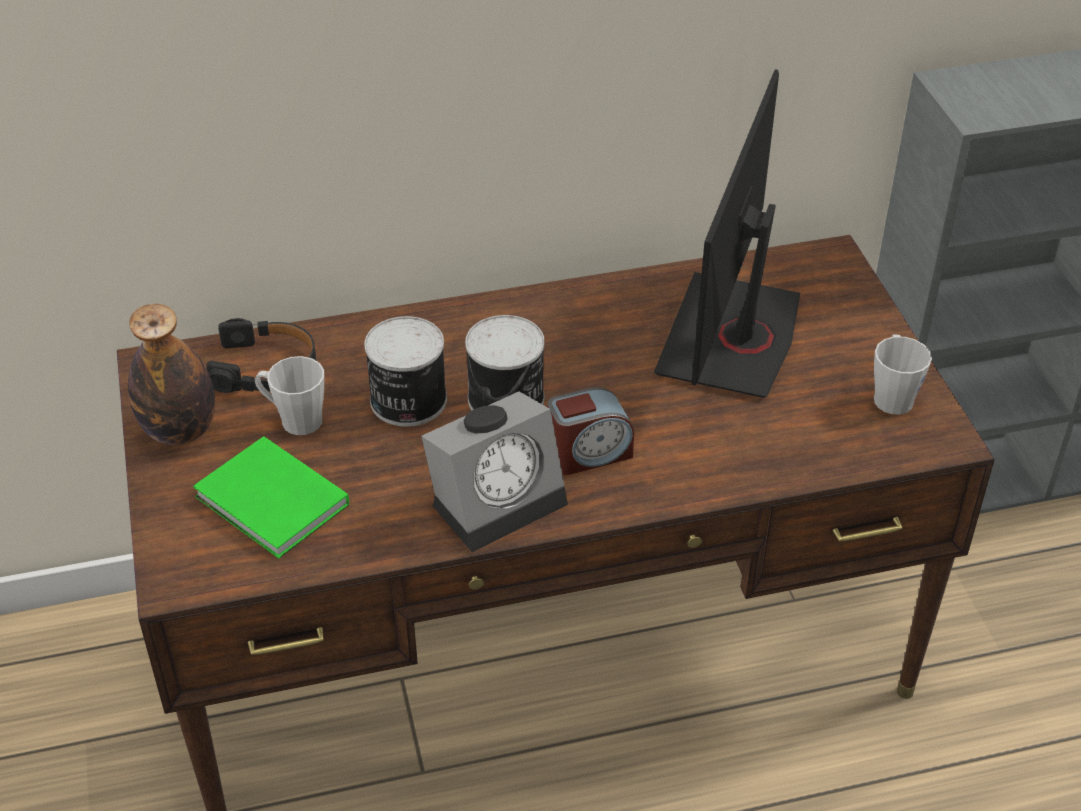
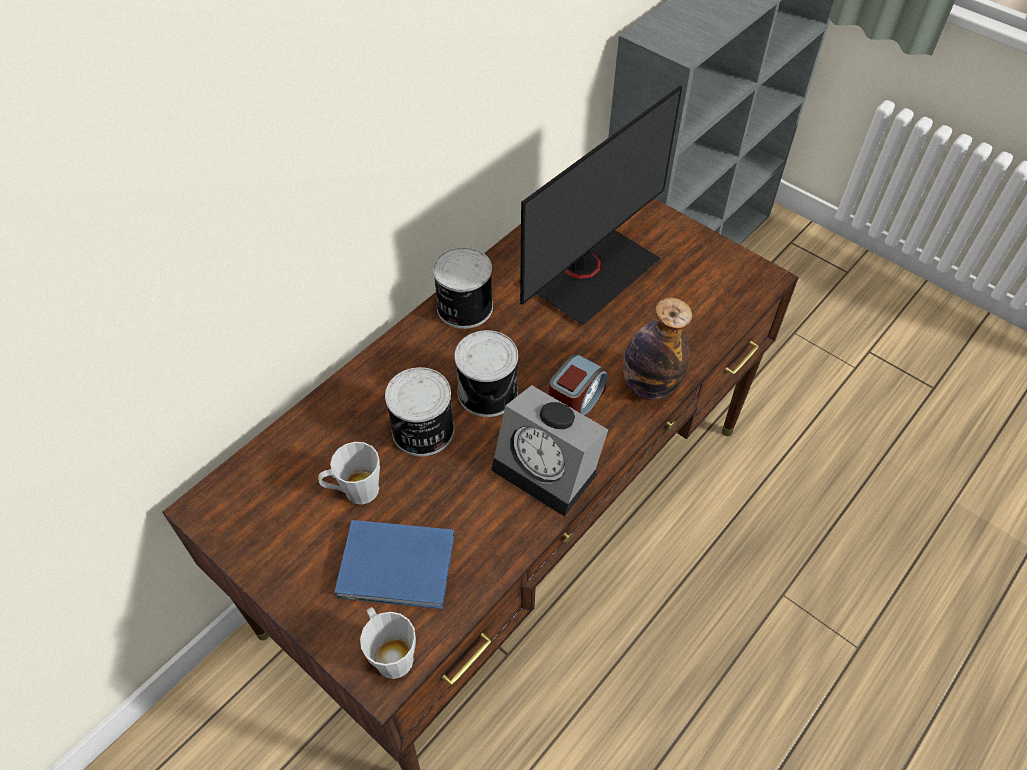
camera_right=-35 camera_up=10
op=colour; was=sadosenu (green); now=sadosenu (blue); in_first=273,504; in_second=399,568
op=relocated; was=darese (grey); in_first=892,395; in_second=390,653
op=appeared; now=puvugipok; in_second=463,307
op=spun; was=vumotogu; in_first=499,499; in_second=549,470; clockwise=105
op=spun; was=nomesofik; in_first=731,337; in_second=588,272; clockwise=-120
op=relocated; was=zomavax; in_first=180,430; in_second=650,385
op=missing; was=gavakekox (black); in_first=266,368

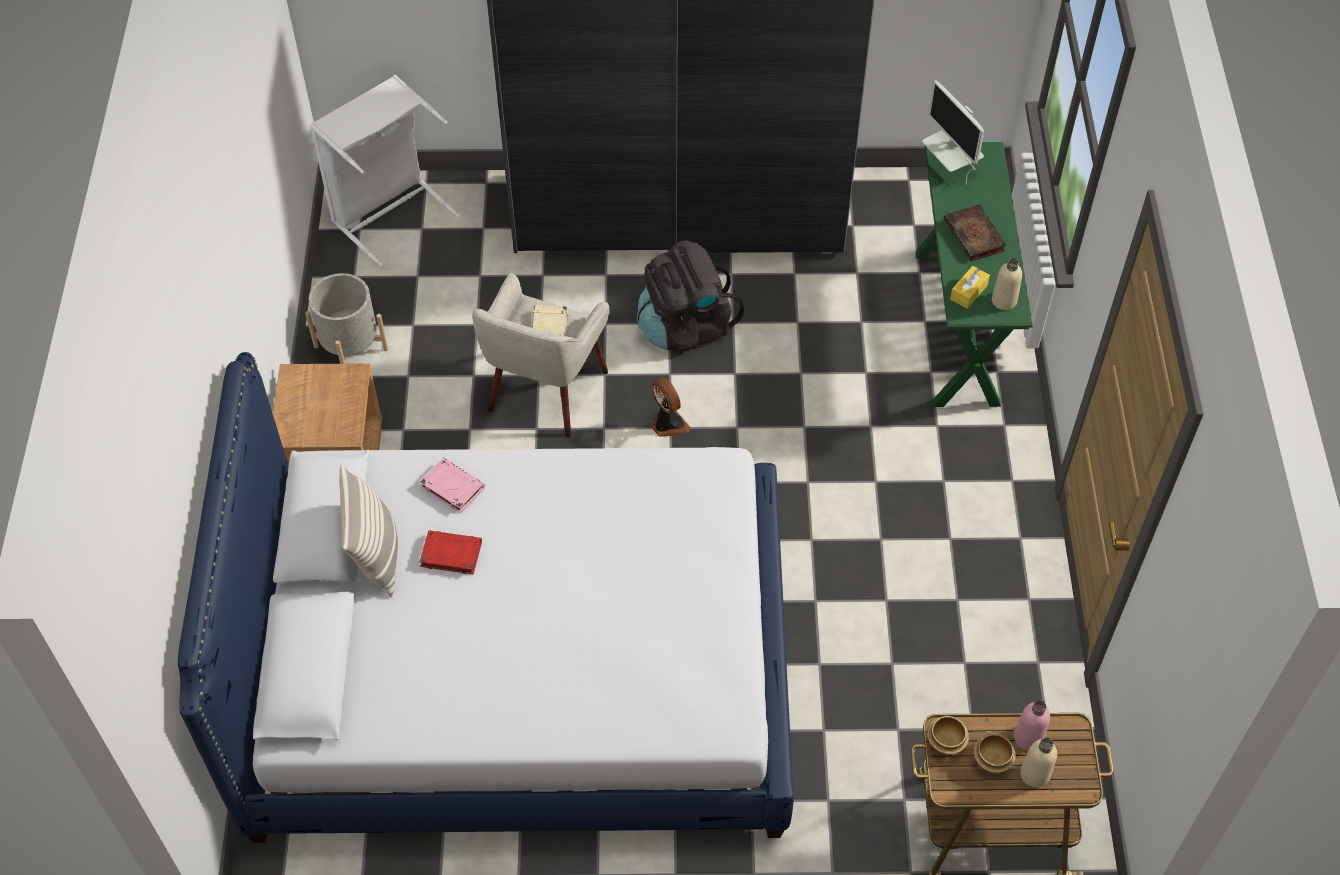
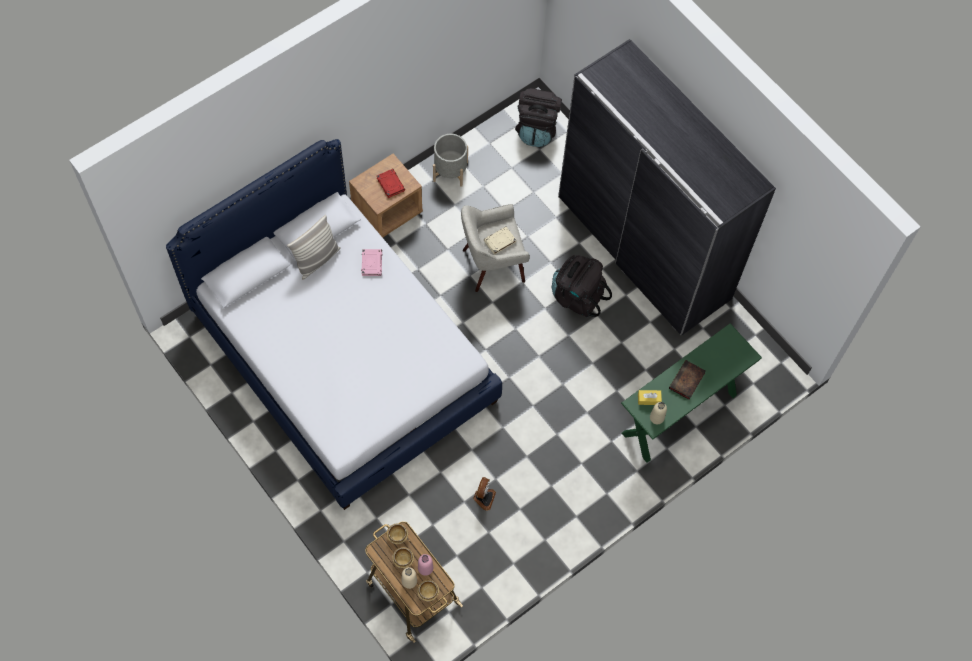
camera_right=50 camera_up=10
op=relocated; was=sadosenu (red); in_first=450,554; in_second=390,184
op=appeared; now=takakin; in_second=428,592
op=relocated; was=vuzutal; in_first=667,424; in_second=483,498
op=exchanged; was=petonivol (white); now=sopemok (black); in_first=388,212; in_second=537,129
op=missing; was=nomesofik; in_first=951,168

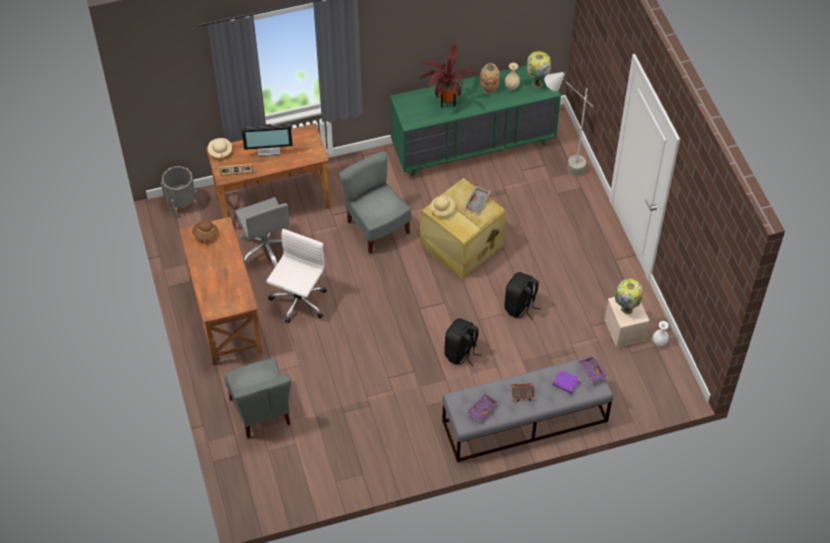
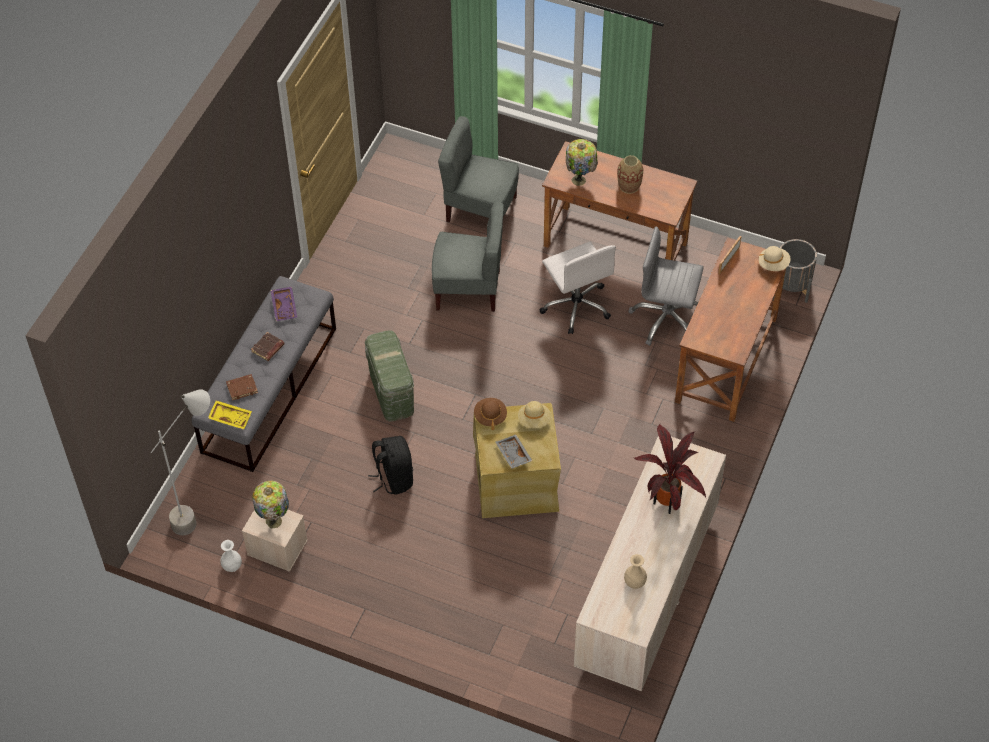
camera_right=130 camera_up=0
op=relocated; was=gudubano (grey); in_first=561,167; in_second=201,512
op=colour; was=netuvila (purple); now=netuvila (yellow); in_first=591,372; in_second=230,417
op=colour; was=sadosenu (purple); now=sadosenu (brown); in_first=565,383; in_second=242,388
op=exchanged; was=sopemok (black); now=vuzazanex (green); in_first=461,353; in_second=391,392
op=relocated; was=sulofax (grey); in_first=377,228; in_second=468,289
op=relocated; was=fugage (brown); in_first=205,234; in_second=490,416
op=relocated; was=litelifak; in_first=537,83; in_second=580,180
op=colour; was=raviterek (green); now=raviterek (beige); in_first=473,146; in_second=646,592
op=relocated; was=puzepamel; in_first=489,87; in_second=629,186
op=missing; was=nomesofik; in_first=269,148

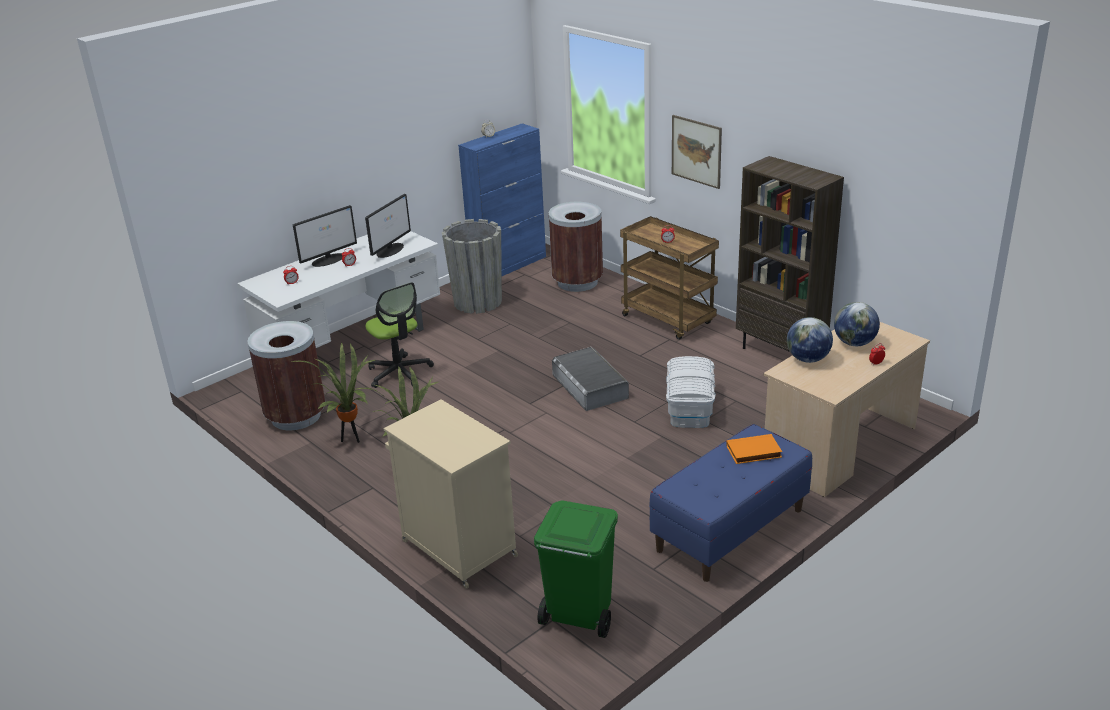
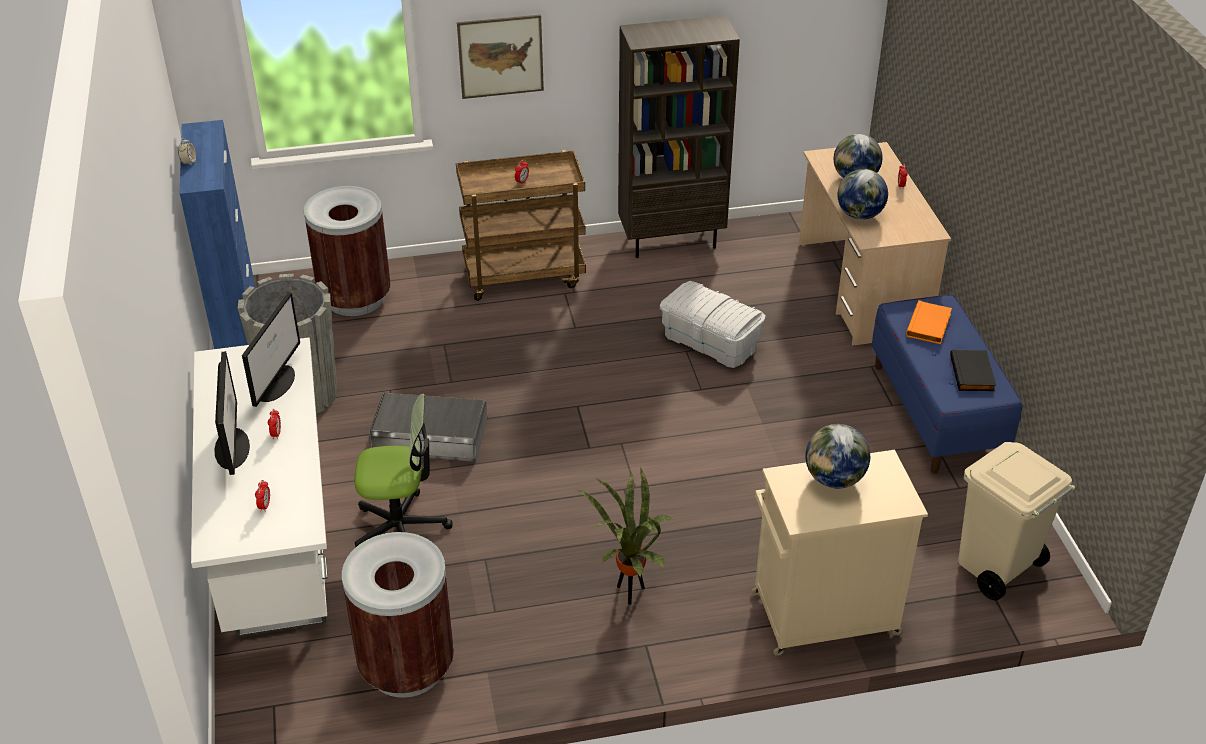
camera_right=-60 camera_up=10
op=spun; was=nomesofik; in_first=390,250; in_second=276,383; clockwise=45
op=relocated; was=vuzazanex (grey); in_first=590,386; in_second=430,436
op=appeared; now=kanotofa; in_second=834,479
op=appeared; now=sadosenu (black); in_second=973,373
op=colour; was=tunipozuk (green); now=tunipozuk (beige); in_first=579,616; in_second=996,568
op=missing; was=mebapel; in_first=350,439

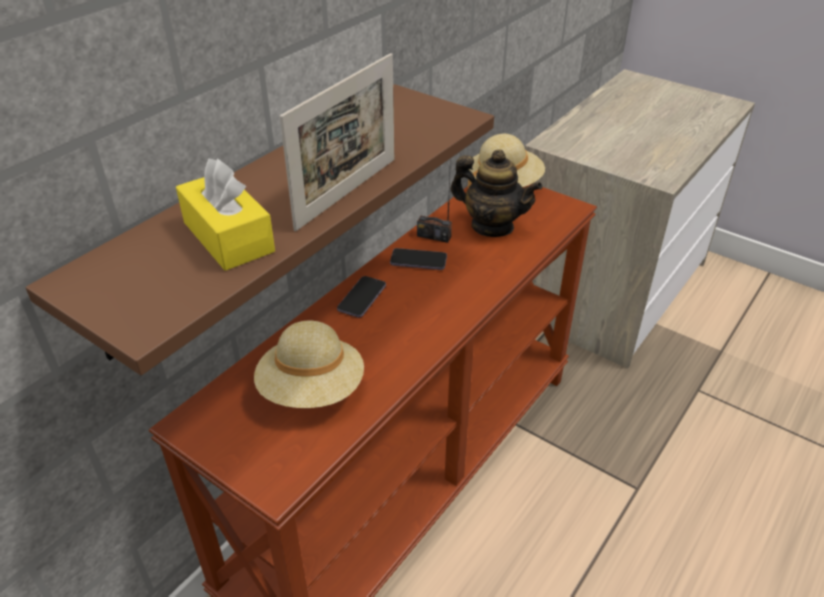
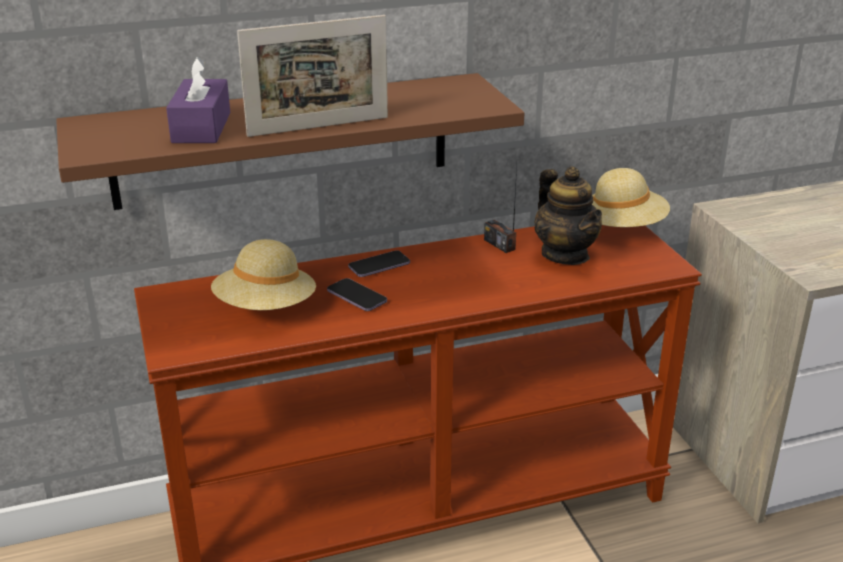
camera_right=35 camera_up=-10
op=colour; was=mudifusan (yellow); now=mudifusan (purple); in_first=228,237; in_second=201,127
op=relocated; was=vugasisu; in_first=418,261; in_second=357,297

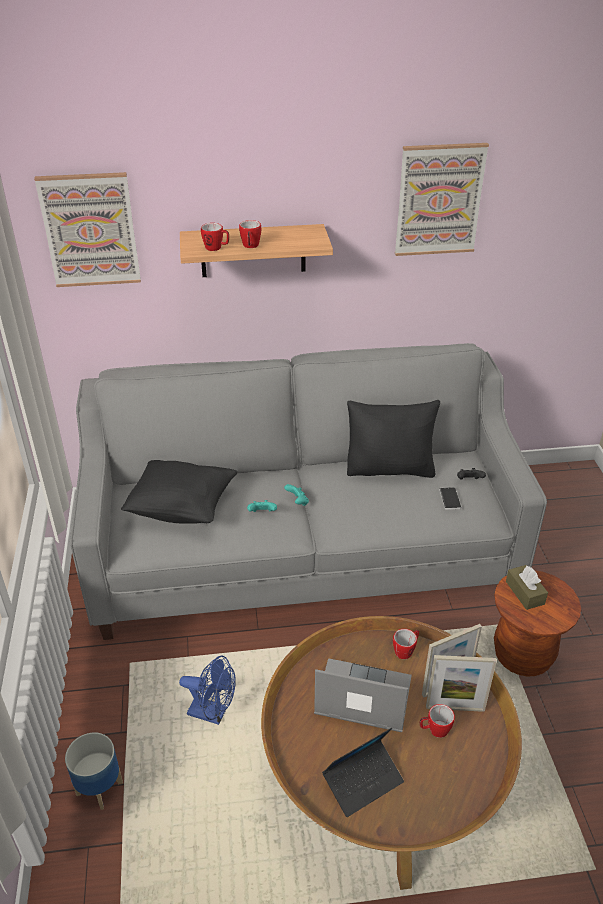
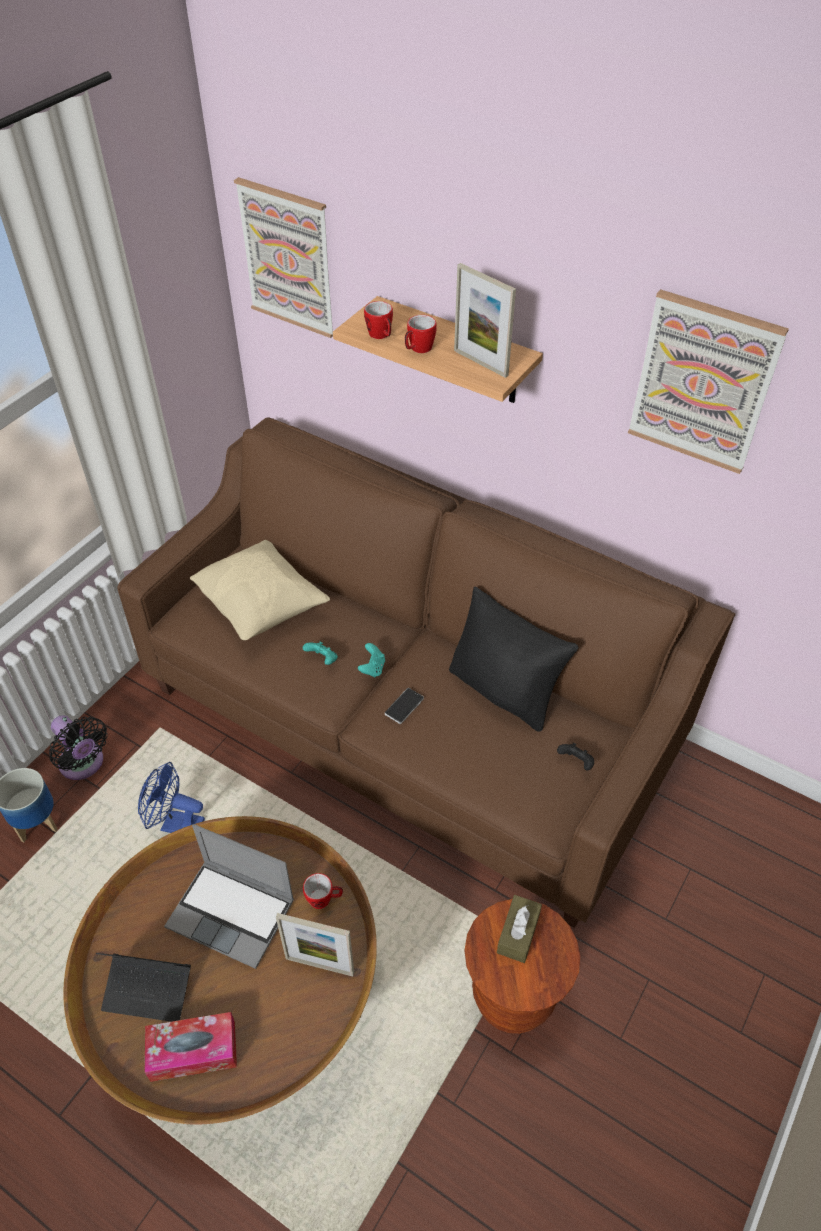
camera_right=40 camera_up=10
op=appeared; now=vuzutal (black); in_second=84,764
op=colour; was=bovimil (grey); now=bovimil (brown); in_first=301,551; in_second=411,719
op=spun; was=vuzutal (blue); in_first=213,713; in_second=176,825; clockwise=135
op=appeared; now=mudifusan; in_second=193,1051
op=spun; was=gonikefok; in_first=361,698; in_second=233,913; clockwise=150
op=colour; was=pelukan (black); now=pelukan (beige); in_first=182,508; in_second=261,607
op=relocated; was=vugasisu; in_first=450,499; in_second=404,706
op=relocated; was=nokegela; in_first=455,708; in_second=480,363
op=missing; was=darese; in_first=434,730

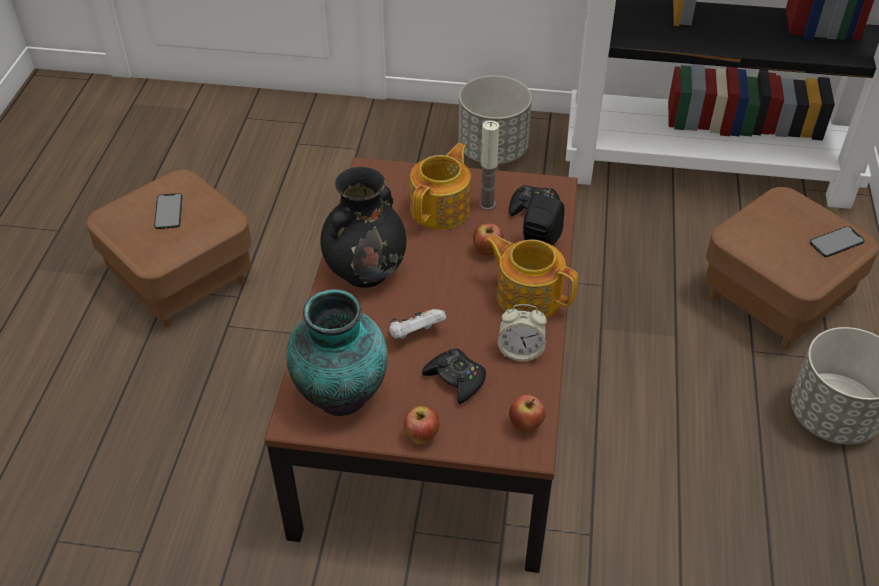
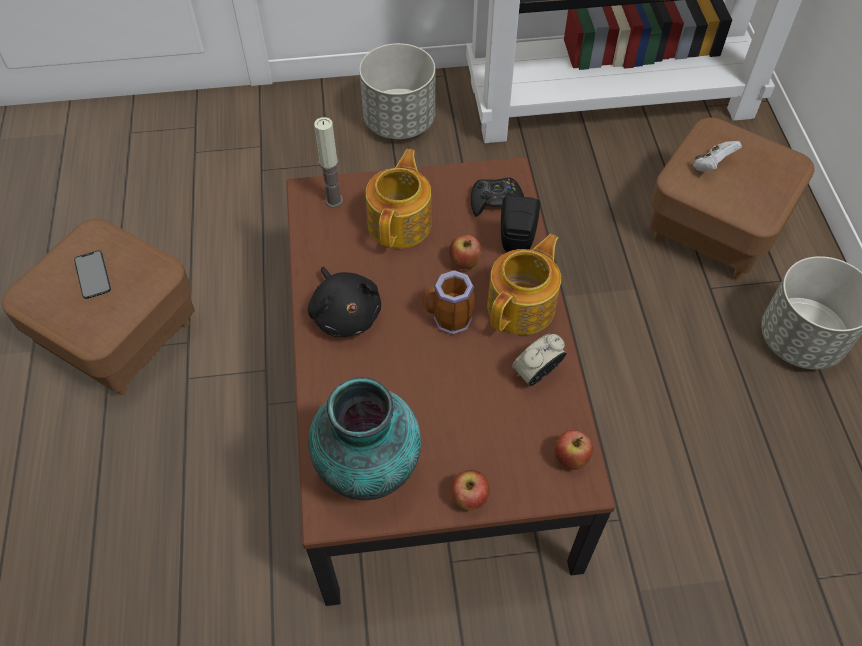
camera_right=-15 camera_up=10
op=exchanged; was=puzepamel (black); now=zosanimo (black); in_first=366,270; in_second=345,313
op=relocated; was=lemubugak; in_first=487,204; in_second=334,200
op=appeared; now=darese; in_second=448,321
op=spun; was=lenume; in_first=528,295; in_second=523,306; clockwise=105
op=spun; was=vumotogu; in_first=520,351; in_second=536,373; clockwise=150
op=relocated; was=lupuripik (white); in_first=415,334; in_second=712,166
op=missing; was=lupuripik (black); in_first=456,379
op=missing; was=vugasisu; in_first=836,242

